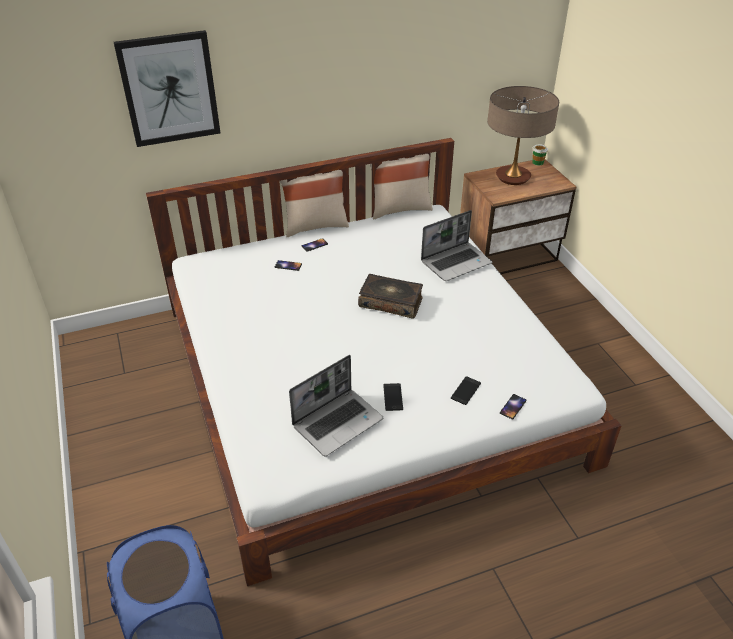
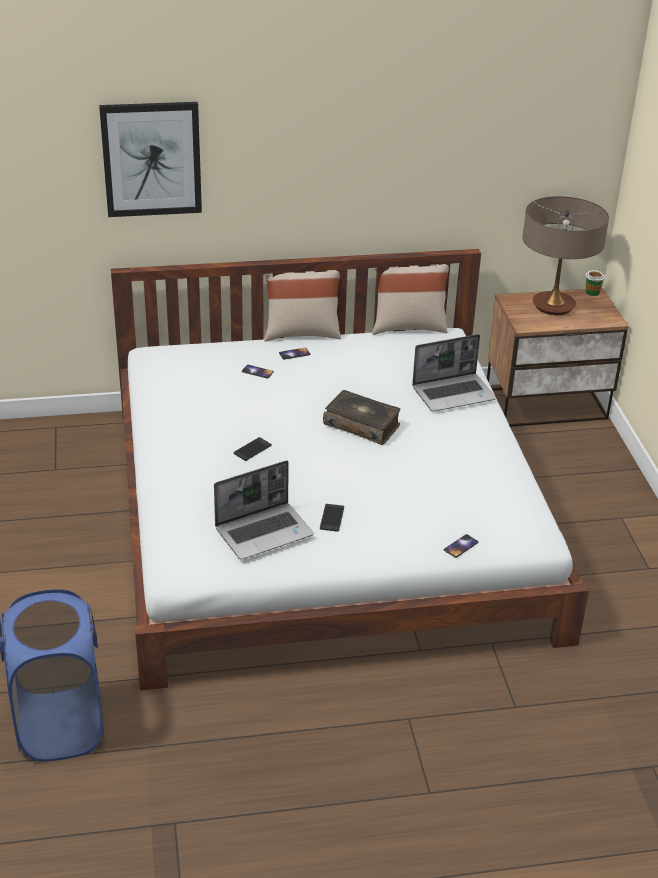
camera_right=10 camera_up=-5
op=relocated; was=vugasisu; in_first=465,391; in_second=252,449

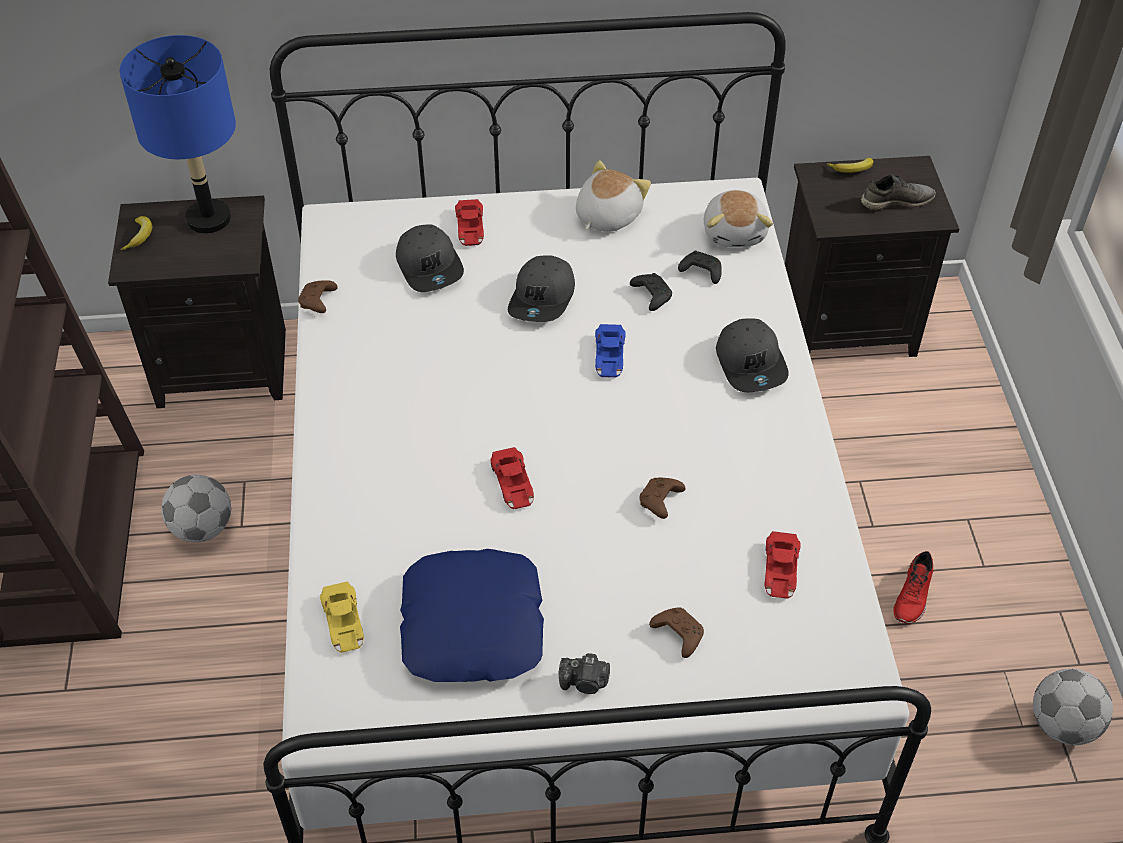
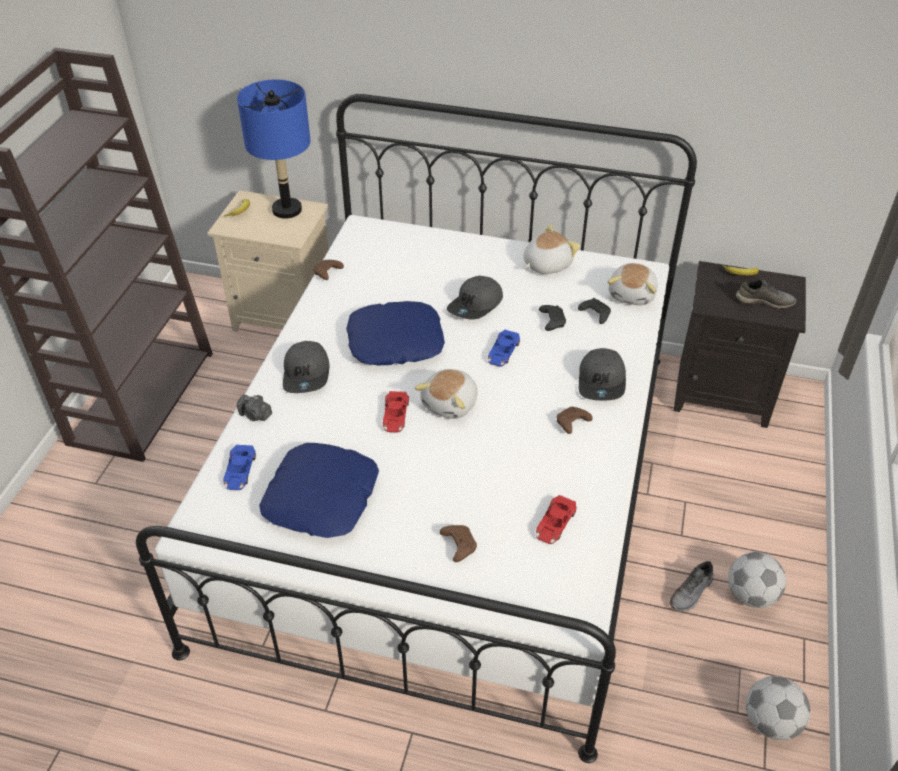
camera_right=20 camera_up=-5
op=colour; was=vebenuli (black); now=vebenuli (beige); in_first=225,366; in_second=286,316
op=colour; was=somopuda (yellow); now=somopuda (blue); in_first=343,622; in_second=239,471
op=relocated; was=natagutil; in_first=585,682; in_second=255,415
op=relocated; was=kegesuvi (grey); in_first=430,266; in_second=307,374
op=appeared; now=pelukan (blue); in_second=395,341
op=appeared; now=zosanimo; in_second=451,404
op=relocated; was=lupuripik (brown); in_first=660,502; in_second=571,424
op=colour; was=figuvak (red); now=figuvak (grey); in_first=913,596; in_second=691,592
op=relocated; was=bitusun; in_first=203,528; in_second=751,595
op=missing; was=somopuda (red); in_first=470,228

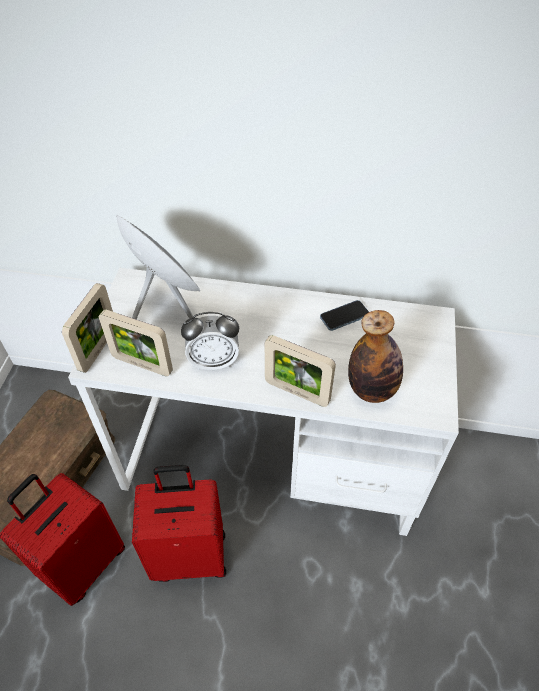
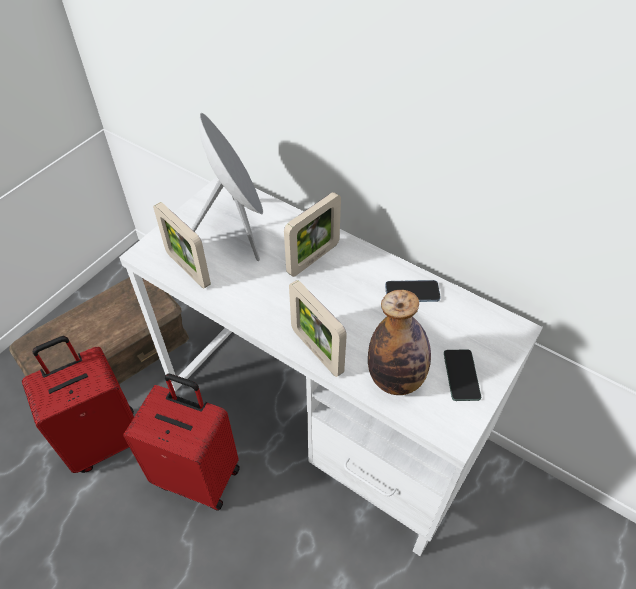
camera_right=25 camera_up=0
op=relocated; was=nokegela; in_first=98,349; in_second=313,258
op=appeared; now=vugasisu; in_second=461,375
op=missing; was=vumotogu; in_first=214,361

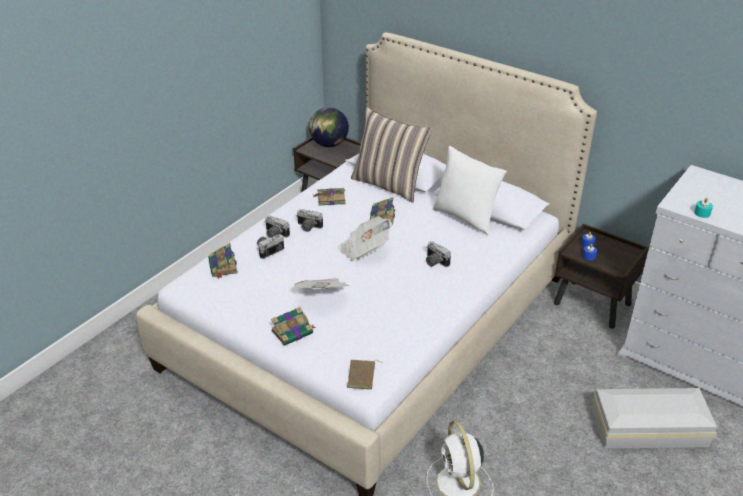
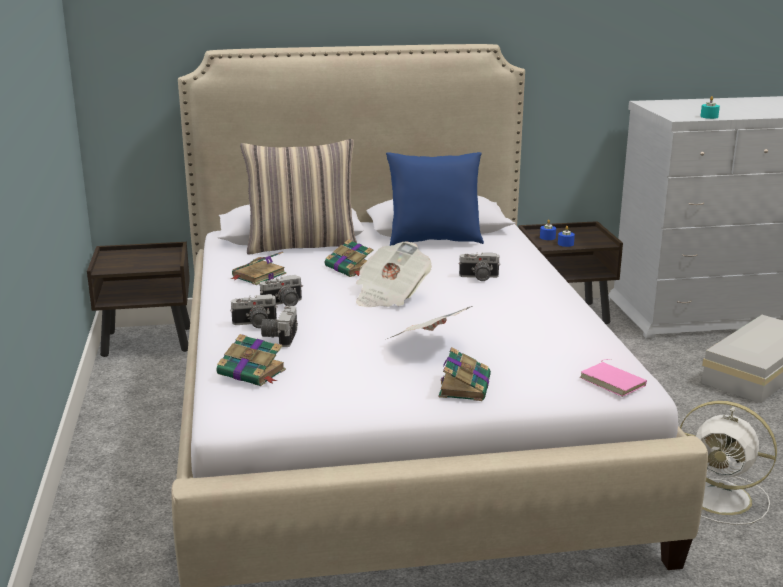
camera_right=-45 camera_up=-15
op=colour; was=pelukan (white); now=pelukan (blue); in_first=465,217; in_second=434,241
op=colour; was=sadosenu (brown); now=sadosenu (pink); in_first=362,376; in_second=614,382
op=missing; was=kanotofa; in_first=329,144

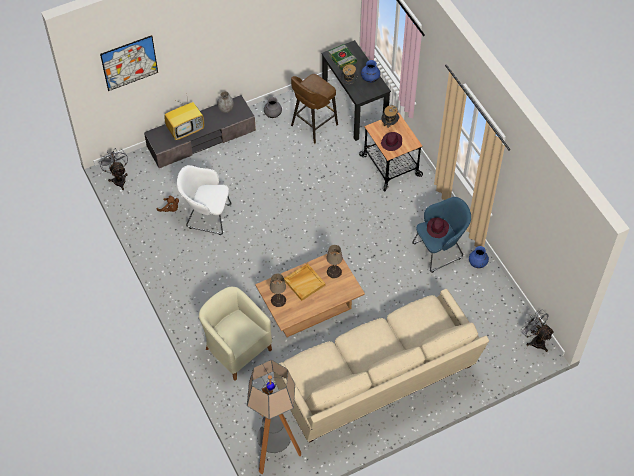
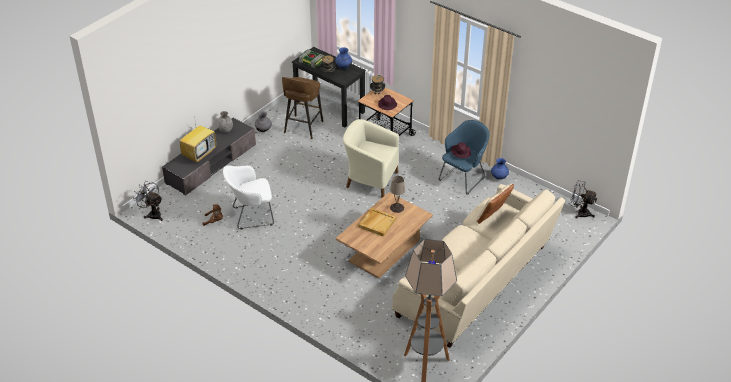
camera_right=-25 camera_up=-15
op=relocated; was=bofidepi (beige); in_first=236,348; in_second=370,180
op=appeared; now=pelukan (beige); in_second=493,216
op=missing; was=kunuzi; in_first=129,63
op=missing; was=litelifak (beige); in_first=278,300

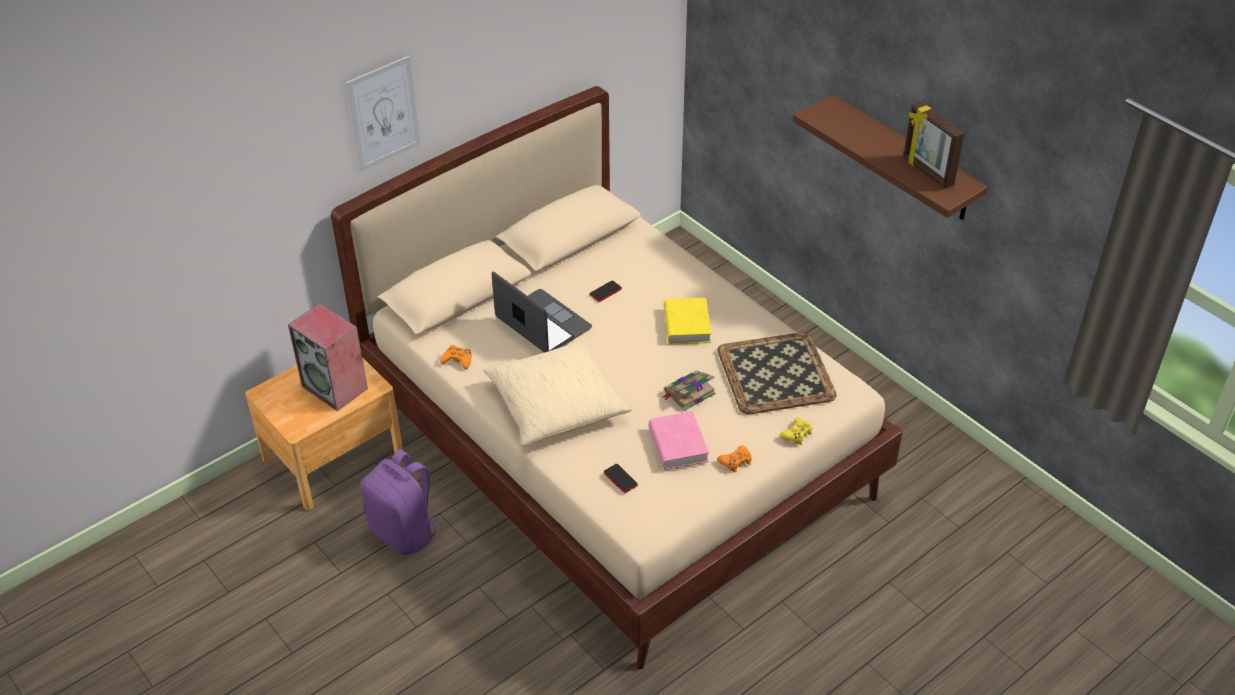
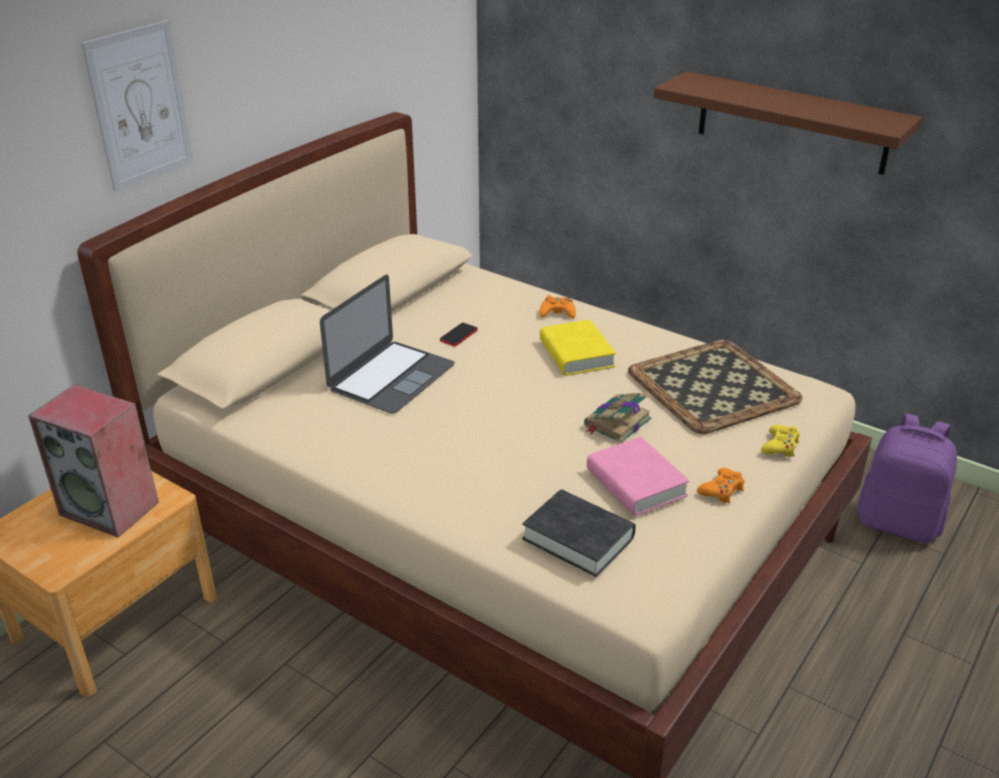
camera_right=-15 camera_up=-10
op=spun; was=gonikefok; in_first=543,323; in_second=391,377; clockwise=90
op=exchanged; was=vugasisu; now=sadosenu (black); in_first=620,479; in_second=578,538
op=relocated; was=lupuripik (orange); in_first=458,360; in_second=557,313
op=relocated; was=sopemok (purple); in_first=405,532; in_second=898,522
op=missing; was=pelukan (beige); in_first=556,404
op=missing; was=nokegela; in_first=927,172

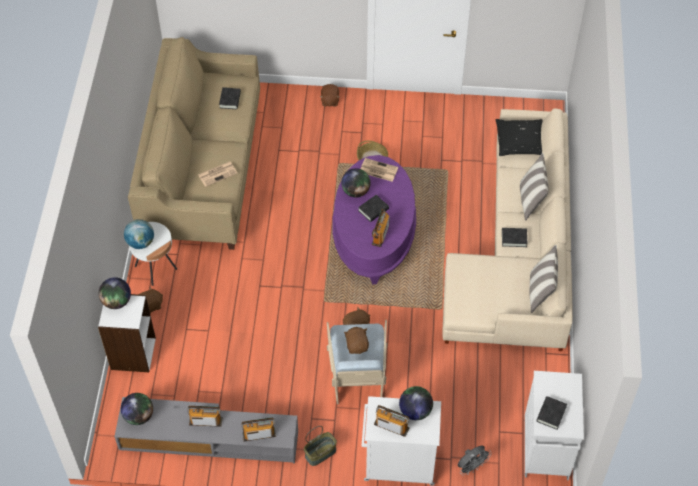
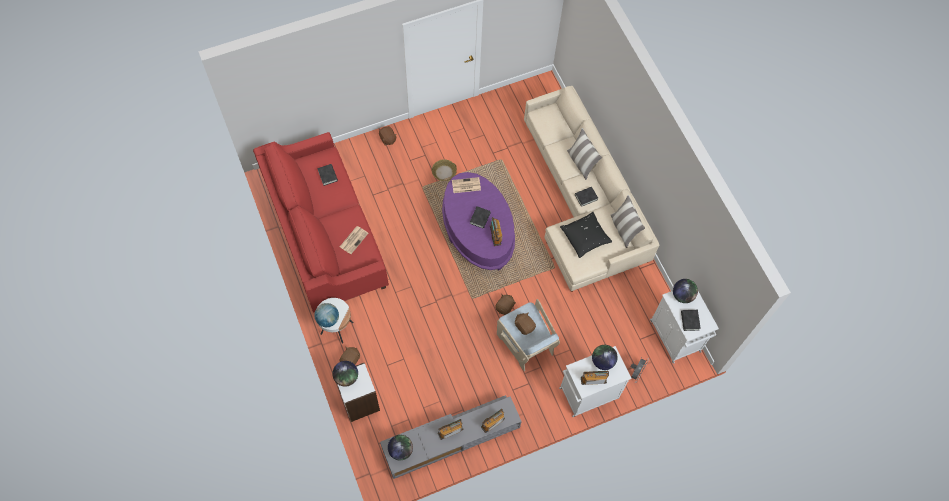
camera_right=-30 camera_up=10
op=colour; was=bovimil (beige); now=bovimil (red); in_first=202,169; in_second=325,234
op=relocated; was=pelukan (black); in_first=520,142; in_second=585,237
op=relocated; was=kanotofa; in_first=355,191; in_second=682,295
op=missing; was=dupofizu; in_first=320,453

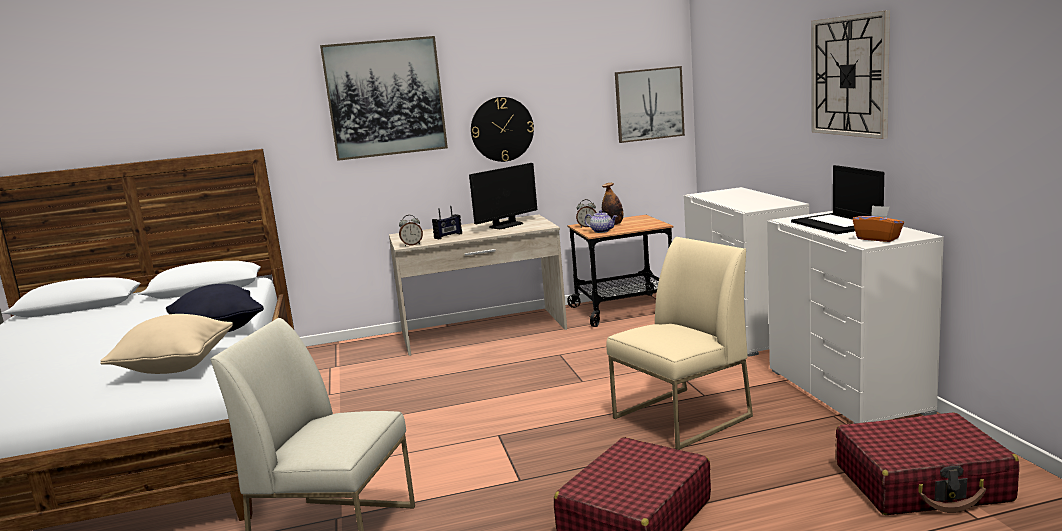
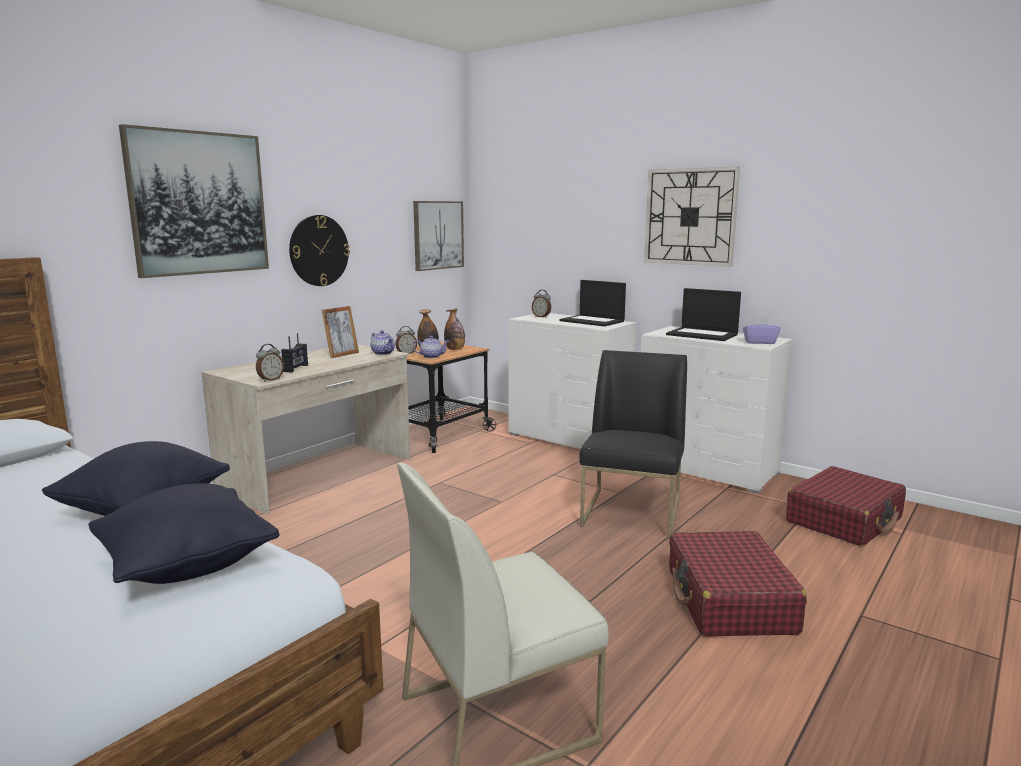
camera_right=-40 camera_up=0
op=colour; was=pelukan (beige); now=pelukan (black); in_first=175,367; in_second=187,566
op=exchanged; was=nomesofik; now=nokegela; in_first=506,225; in_second=342,355
op=appeared; now=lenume; in_second=383,353
op=appeared; now=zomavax; in_second=455,349
op=appeared; now=vumotogu; in_second=541,317
op=appeared; now=gonikefok; in_second=593,321
op=colour; was=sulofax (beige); now=sulofax (black); in_first=681,418; in_second=632,513
op=colour; was=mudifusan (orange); now=mudifusan (purple); in_first=878,238; in_second=759,342

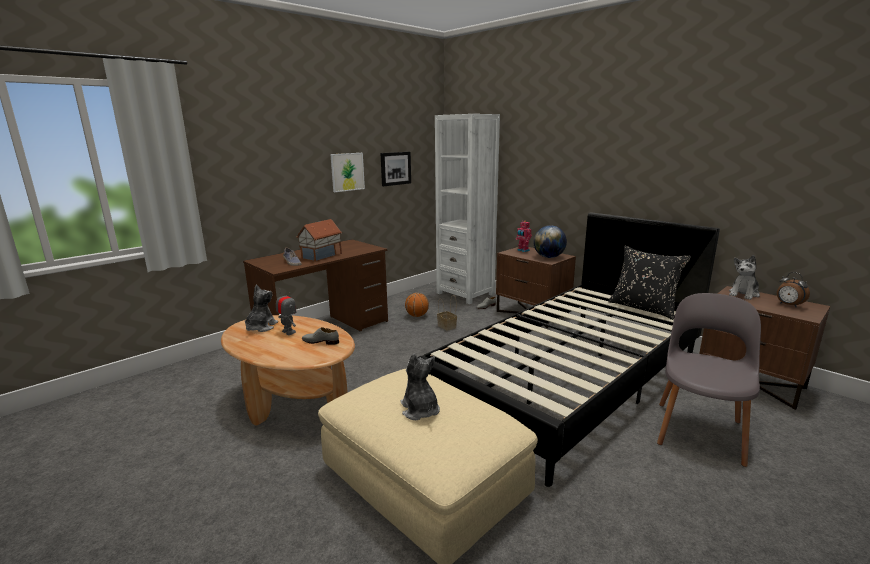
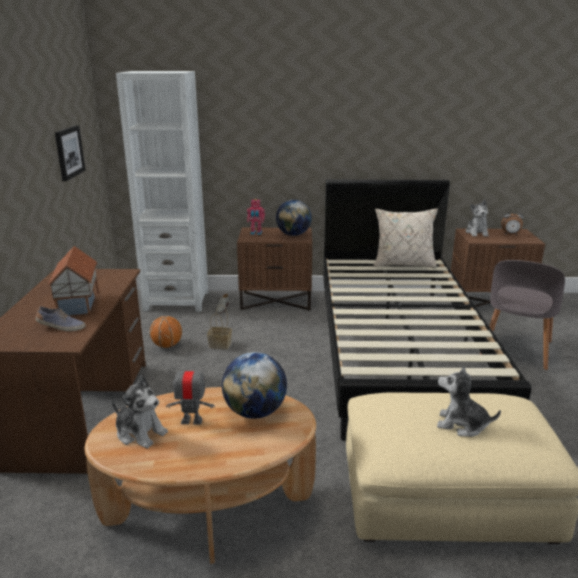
camera_right=-45 camera_up=5
op=spun; was=zosanimo; in_first=261,327; in_second=140,433; clockwise=150
op=exchanged; was=figuvak (grey); now=kanotofa; in_first=320,342; in_second=255,412
op=colour; was=pelukan (black); now=pelukan (beige); in_first=643,308; in_second=403,264
op=spun; was=sulofax (grey); in_first=699,430; in_second=515,350; clockwise=-135
op=missing; was=kunuzi; in_first=347,172

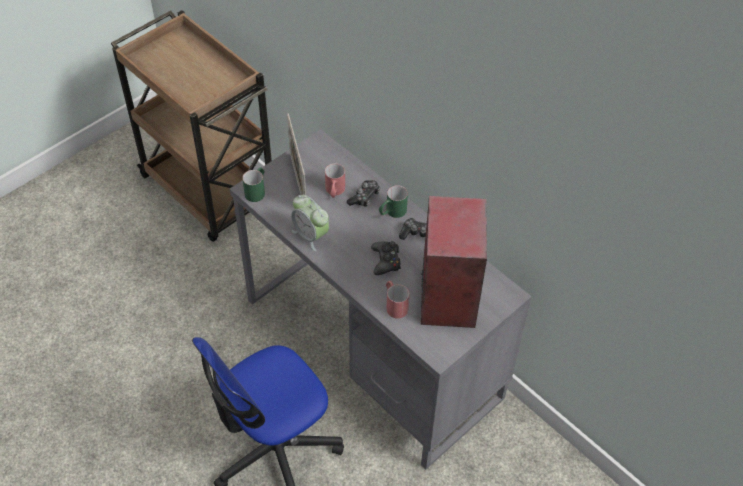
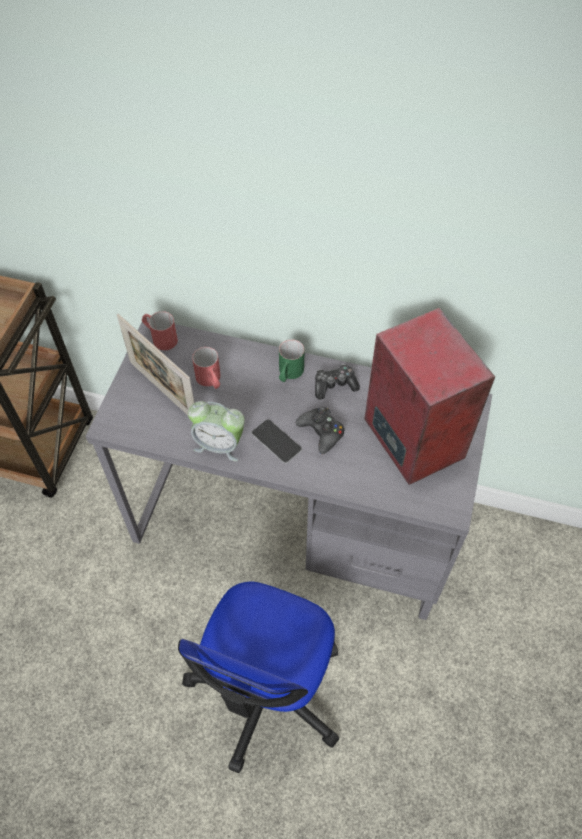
camera_right=-30 camera_up=5
op=relocated; was=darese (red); in_first=394,304; in_second=160,338
op=appeared; now=vugasisu; in_second=276,441
op=missing; was=darese (green); in_first=257,190
op=missing; was=lupuripik; in_first=364,197

